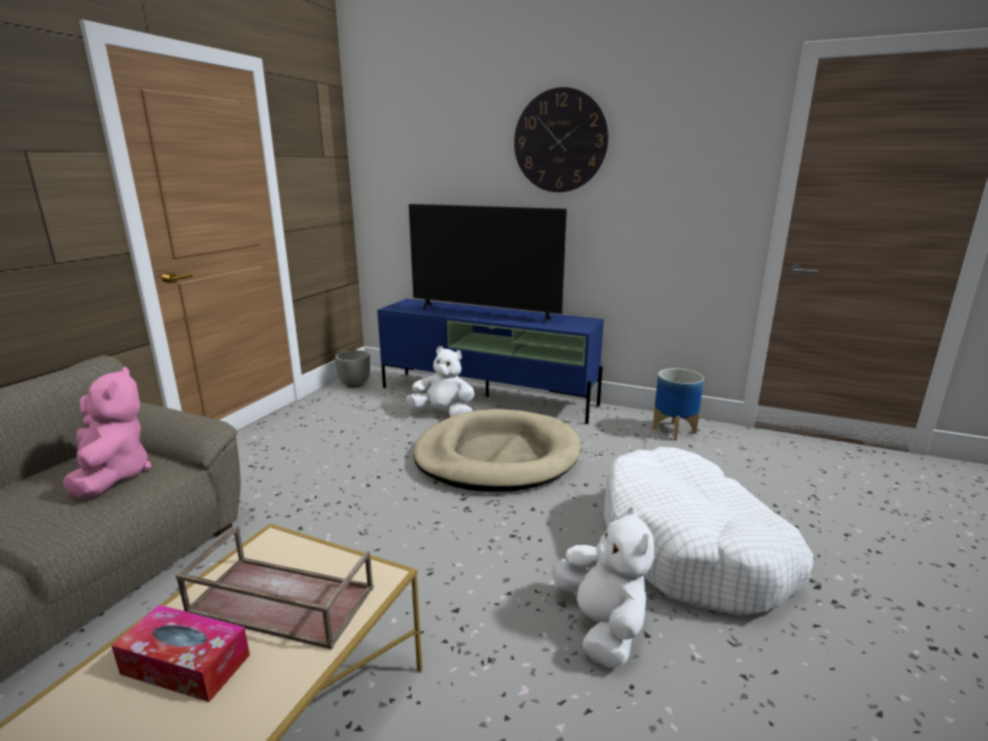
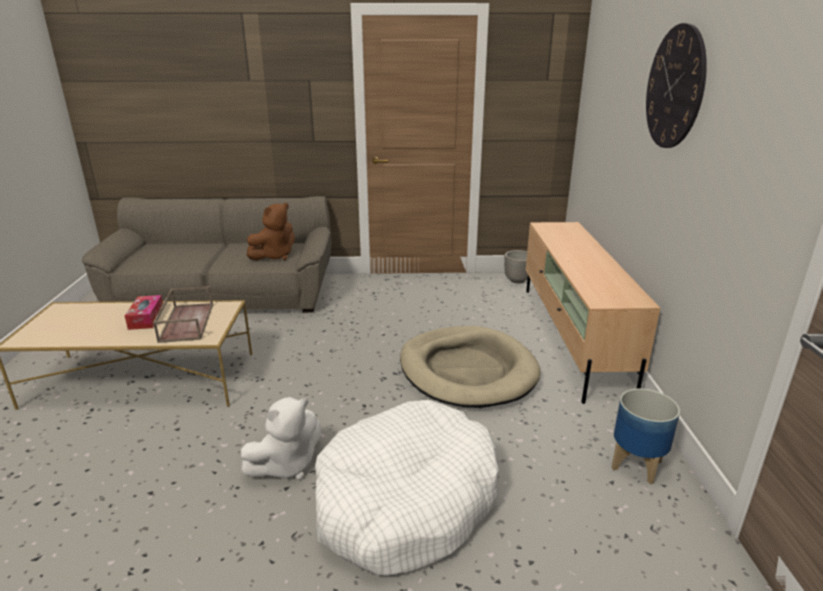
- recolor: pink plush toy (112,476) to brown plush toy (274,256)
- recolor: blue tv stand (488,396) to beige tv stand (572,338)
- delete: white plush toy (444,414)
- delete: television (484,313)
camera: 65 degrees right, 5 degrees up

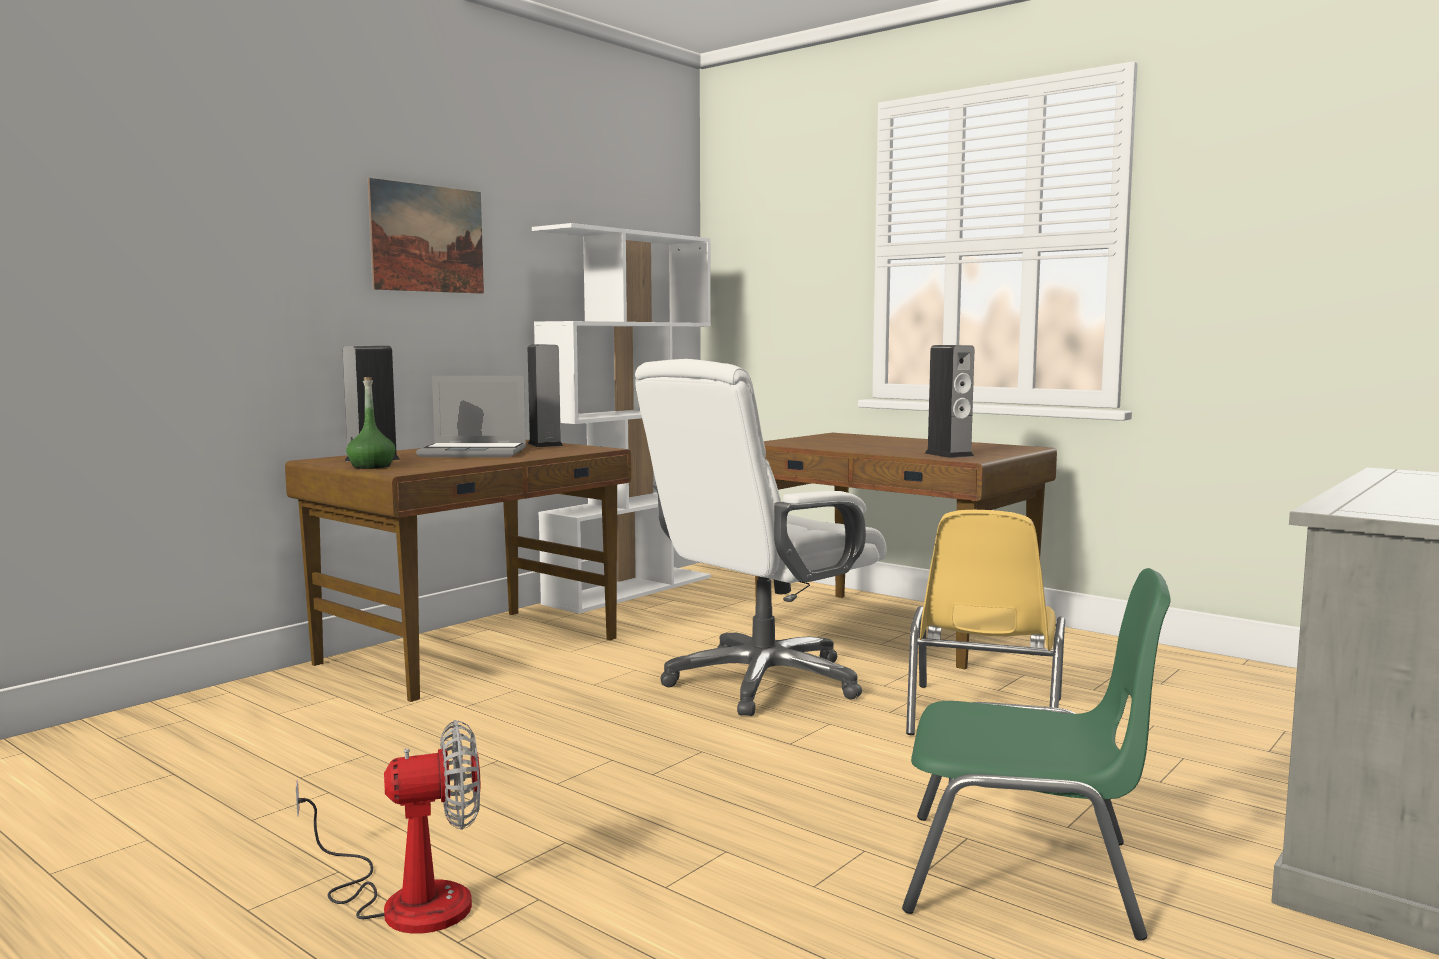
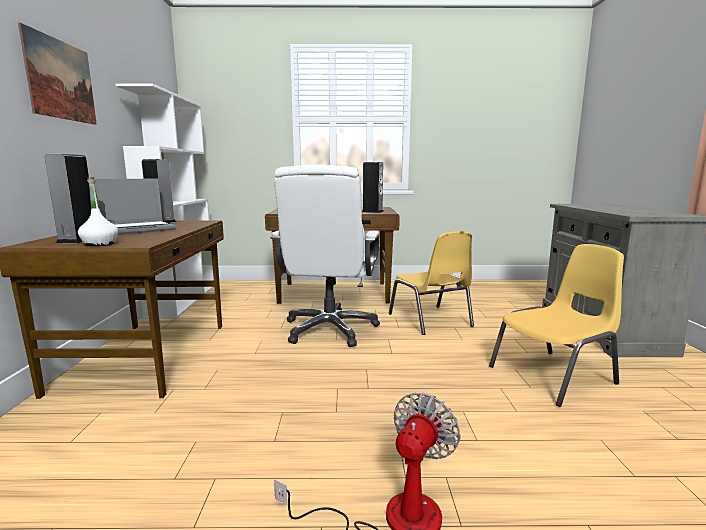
- recolor: green bottle (371,466) to white bottle (100,244)
- recolor: green chair (1024,875) to yellow chair (554,375)
camera: 40 degrees left, 5 degrees up

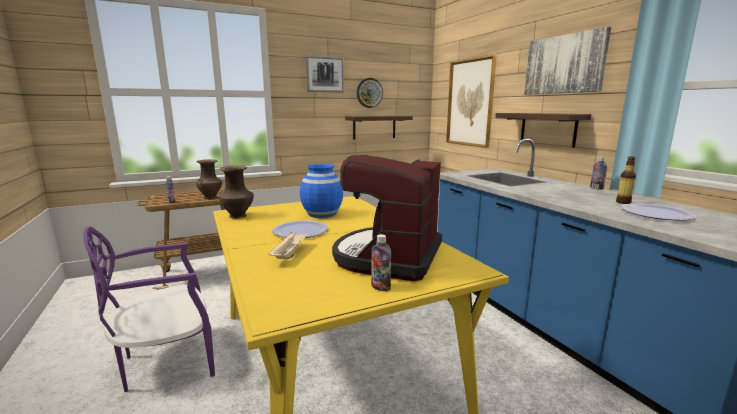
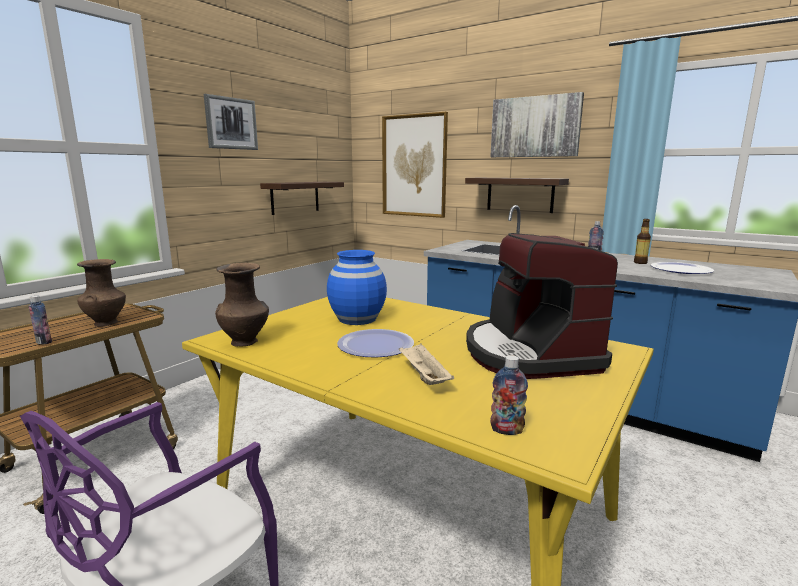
- move: bottle (380,287) to (506,430)
- delete: wall clock (369,93)
camera: 30 degrees left, 0 degrees up

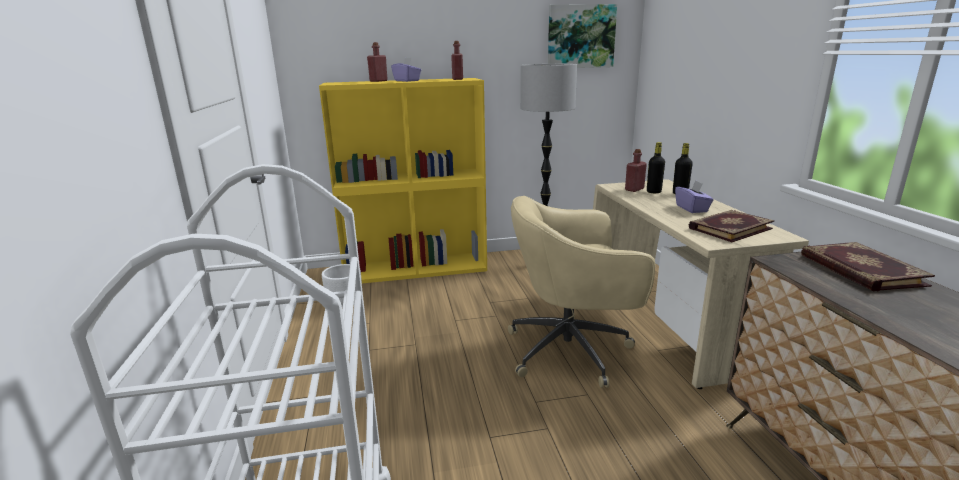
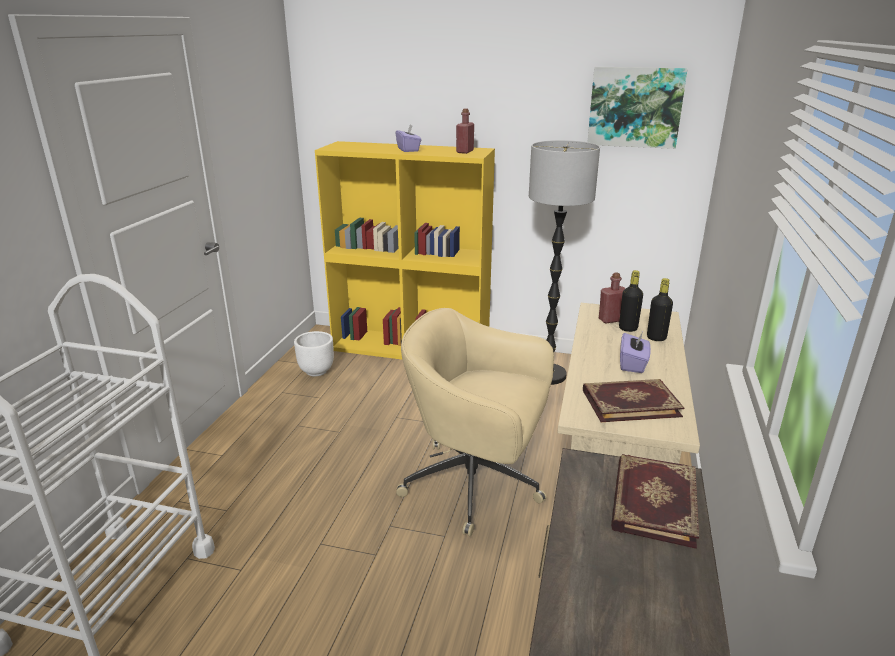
- delete: red bottle (378,81)
camera: 25 degrees right, 5 degrees up

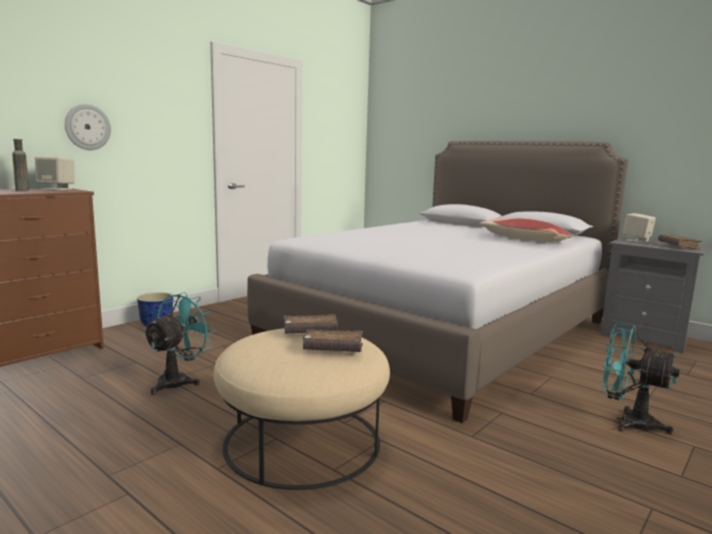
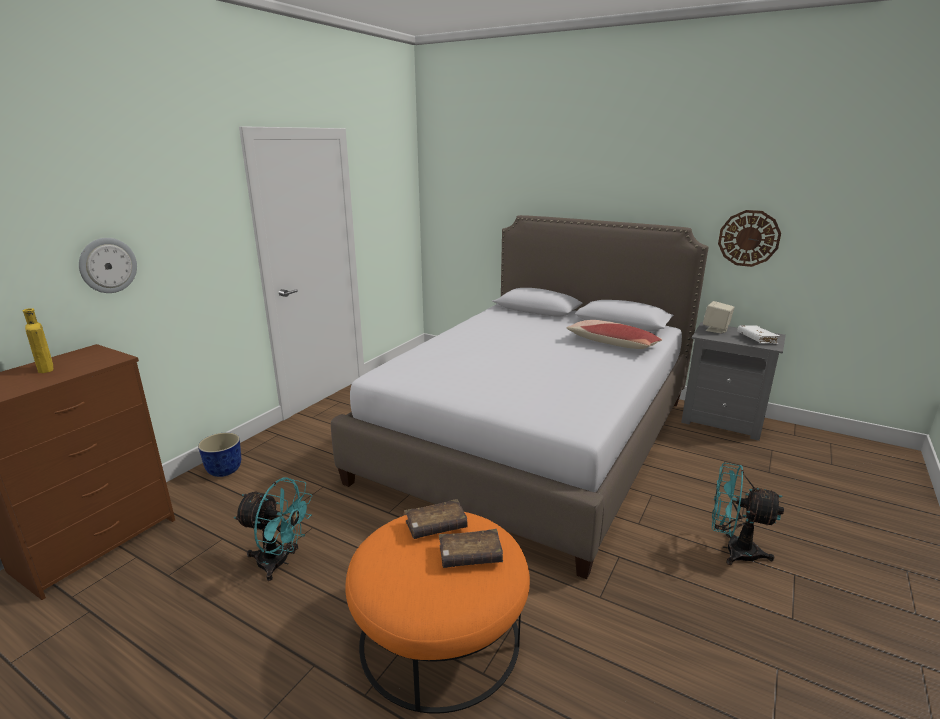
- recolor: brown bottle (22,190) to yellow bottle (46,369)
- rotate: turquoise fan (179,381) = (280,562) 90 degrees clockwise
- recolor: beige ottoman (302,441) to orange ottoman (439,637)
- insert: wall clock (748,238)
- recolor: brown book (678,246) to white book (756,339)
- delete: beige speaker (57,189)
camera: 10 degrees left, 10 degrees up

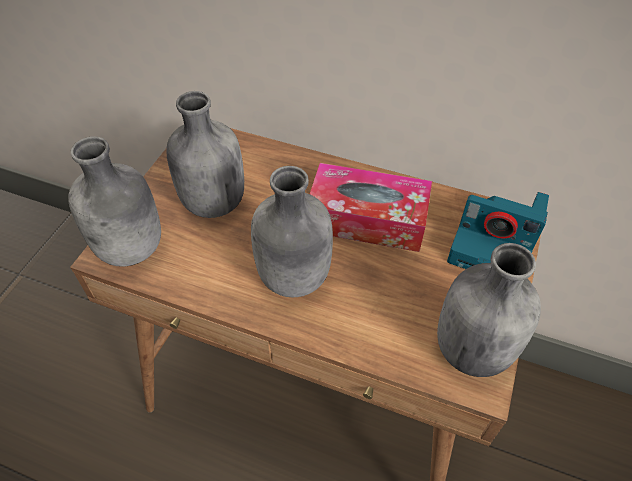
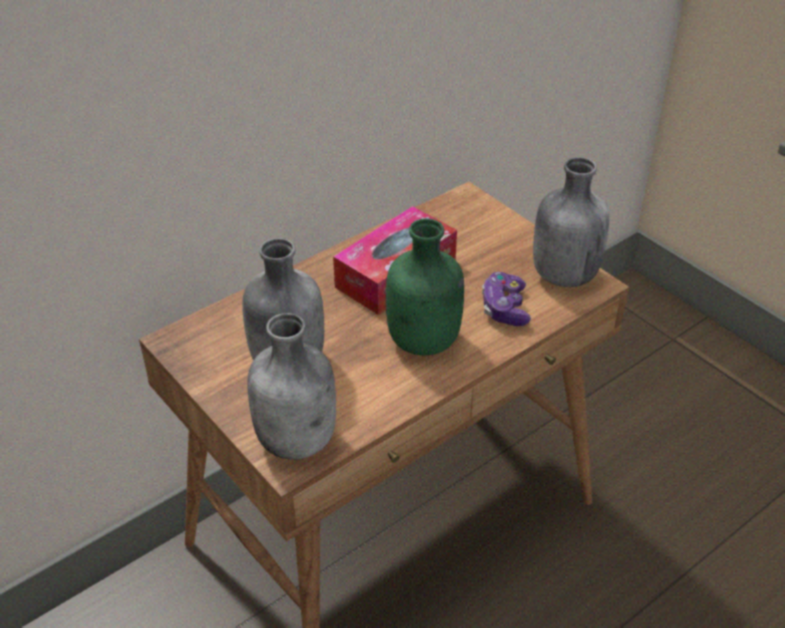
- recolor: grey bottle (294,278) to green bottle (425,342)
- insert: game controller (504,308)
- delete: photo camera (494,245)
camera: 60 degrees left, 10 degrees down

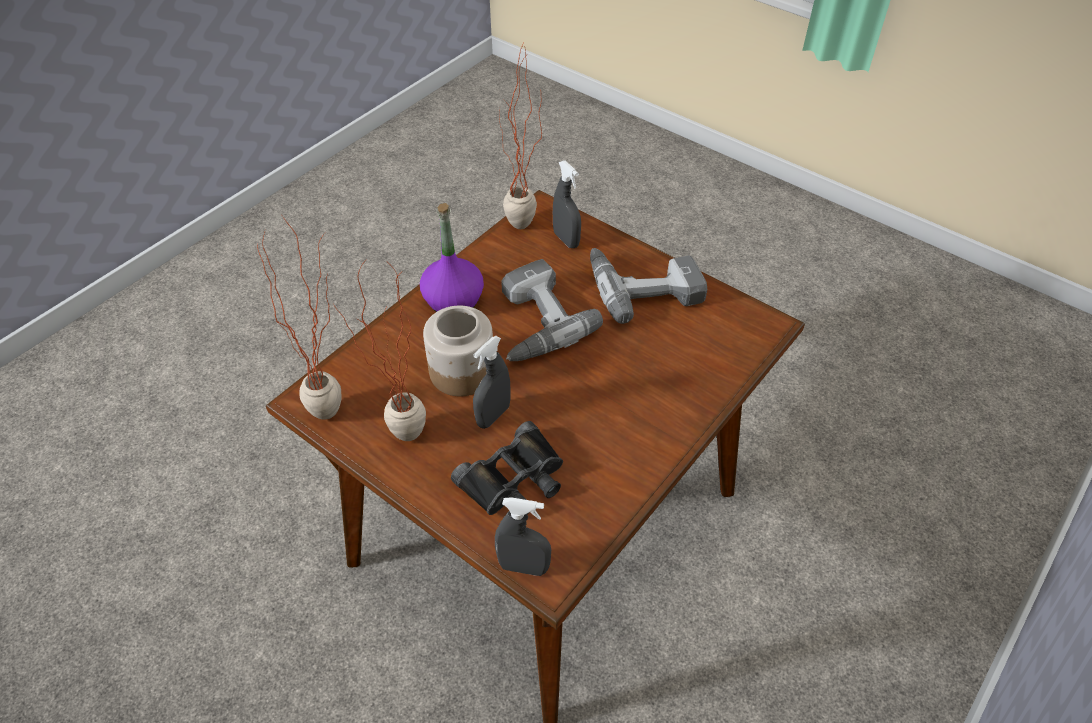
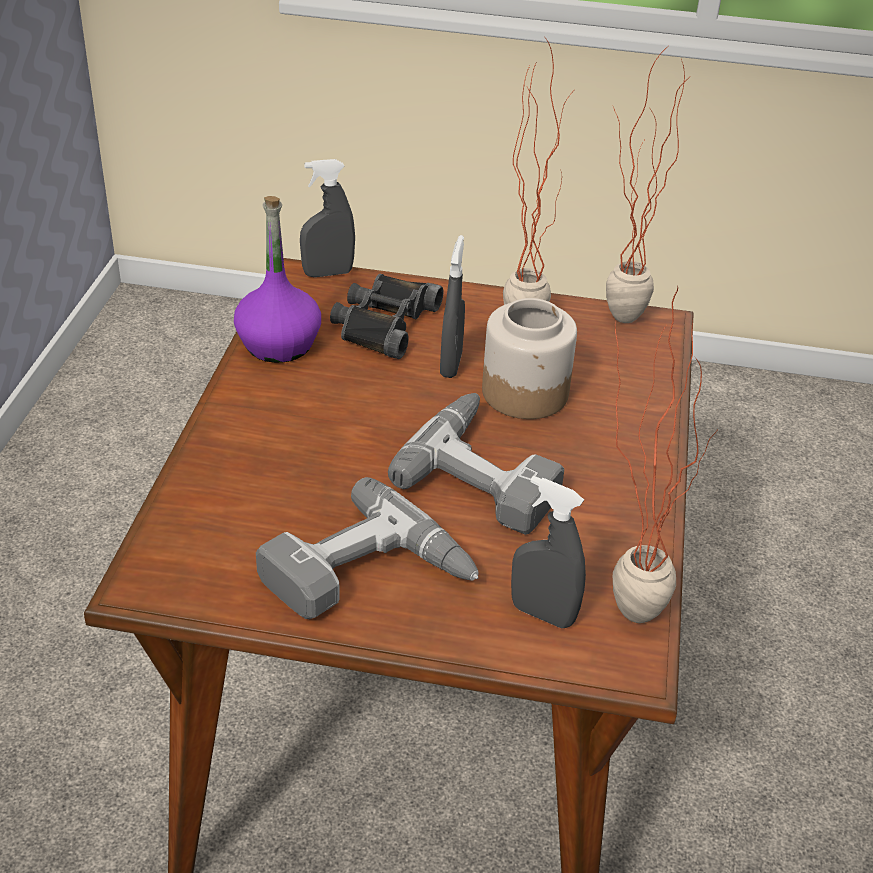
- move: purple bottle (453,300) to (279,344)
camera: 150 degrees right, 10 degrees down

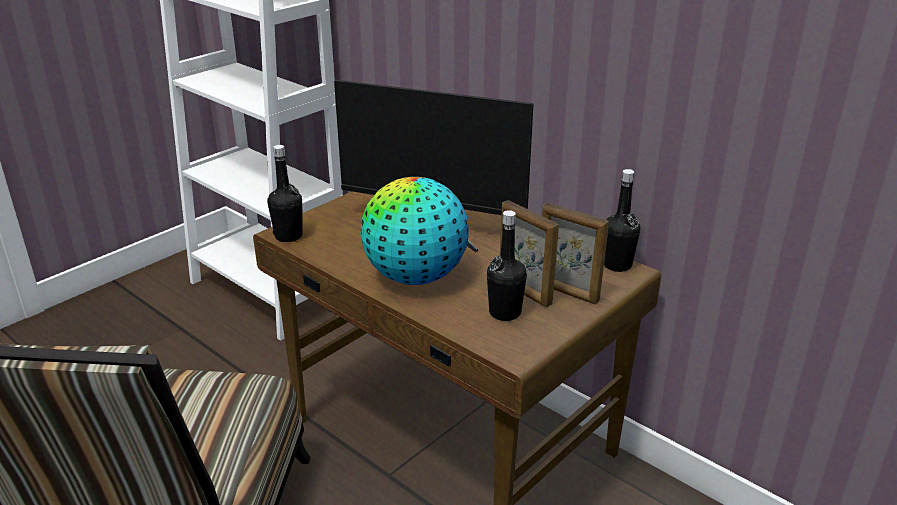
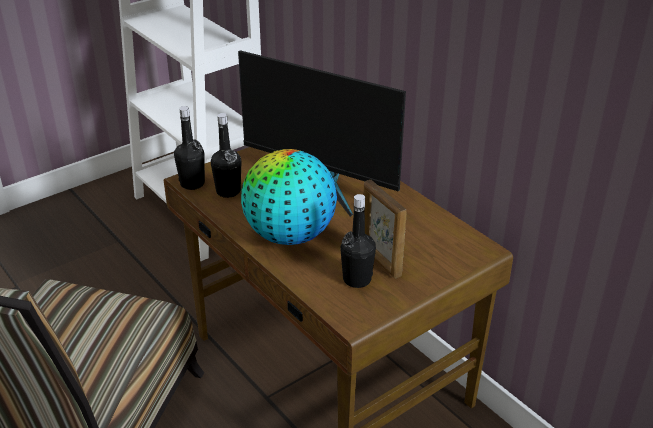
- move: black bottle (617,265) to (228,191)
- delete: picture frame (567,292)
camera: 10 degrees right, 5 degrees up

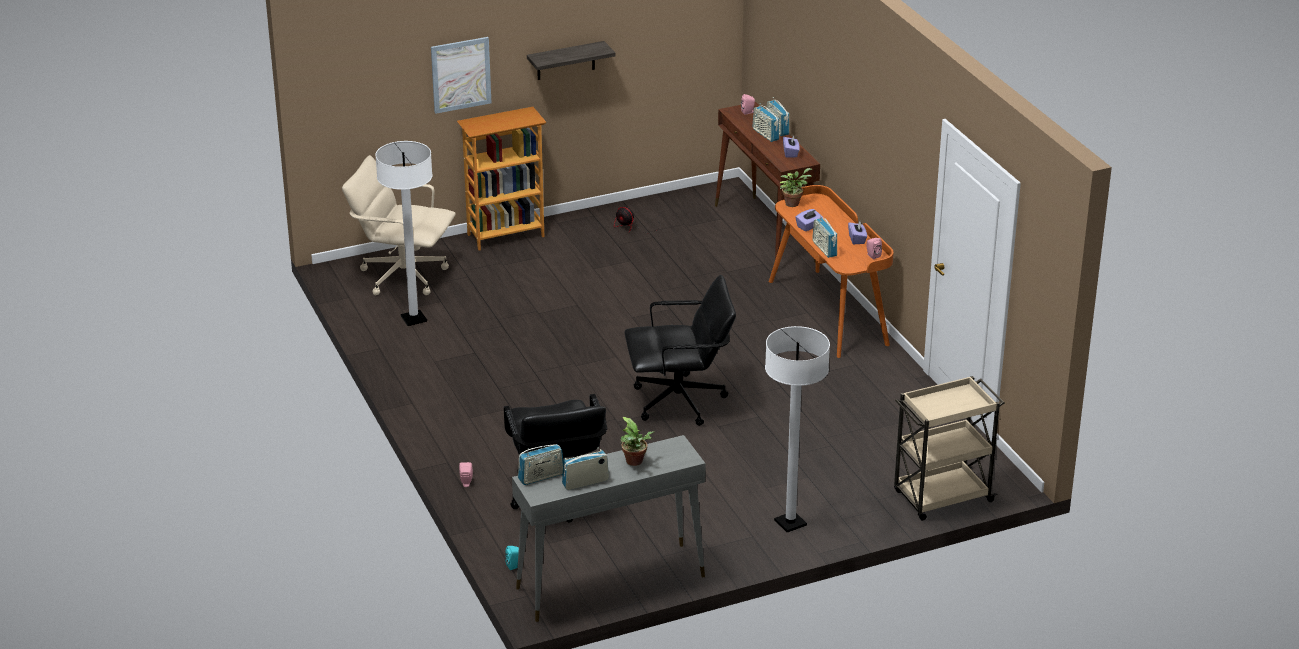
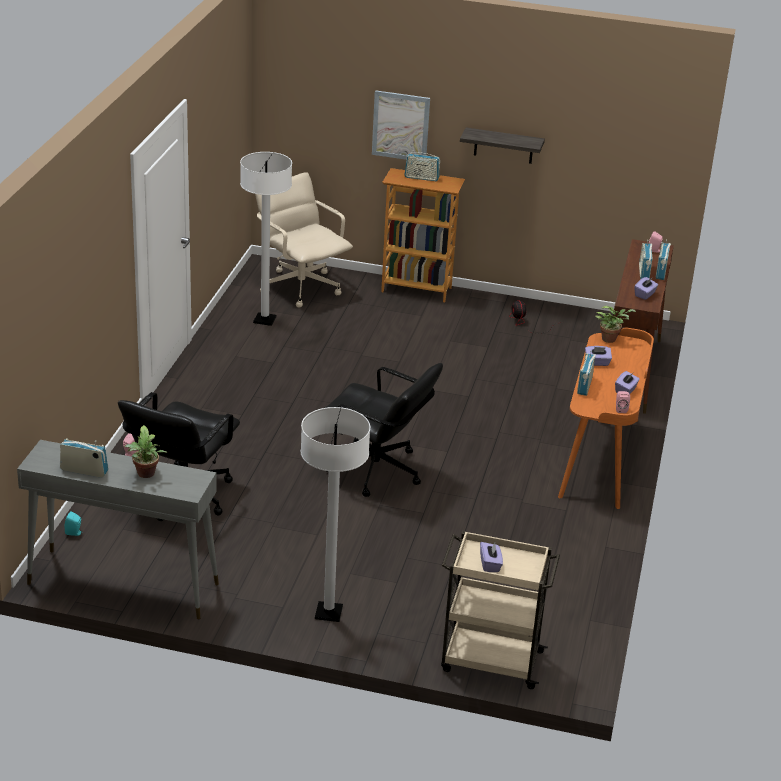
- move: radio (541,477) to (421,178)
- insert: purple tissue box (490,564)
camera: 35 degrees right, 0 degrees up

